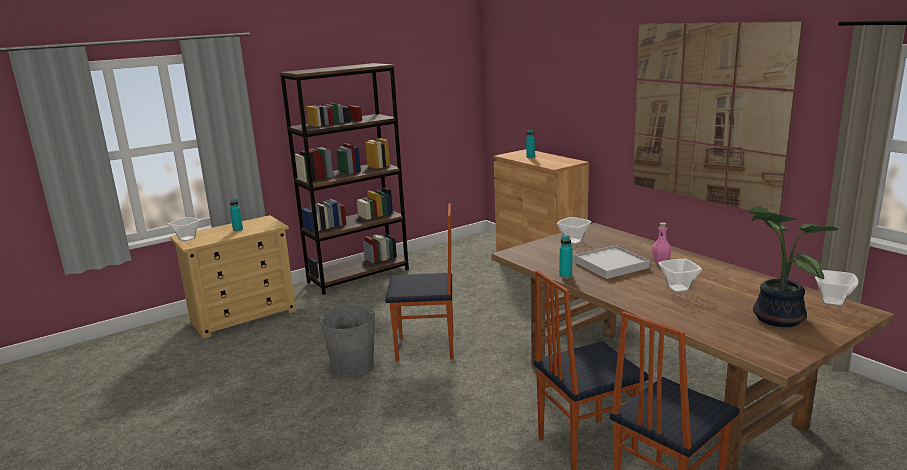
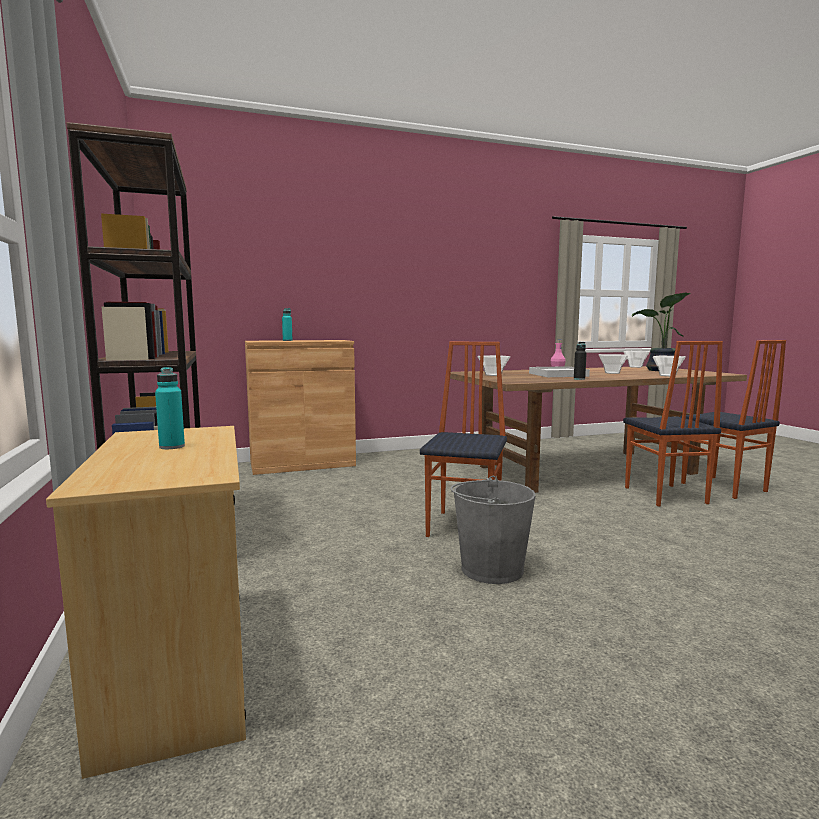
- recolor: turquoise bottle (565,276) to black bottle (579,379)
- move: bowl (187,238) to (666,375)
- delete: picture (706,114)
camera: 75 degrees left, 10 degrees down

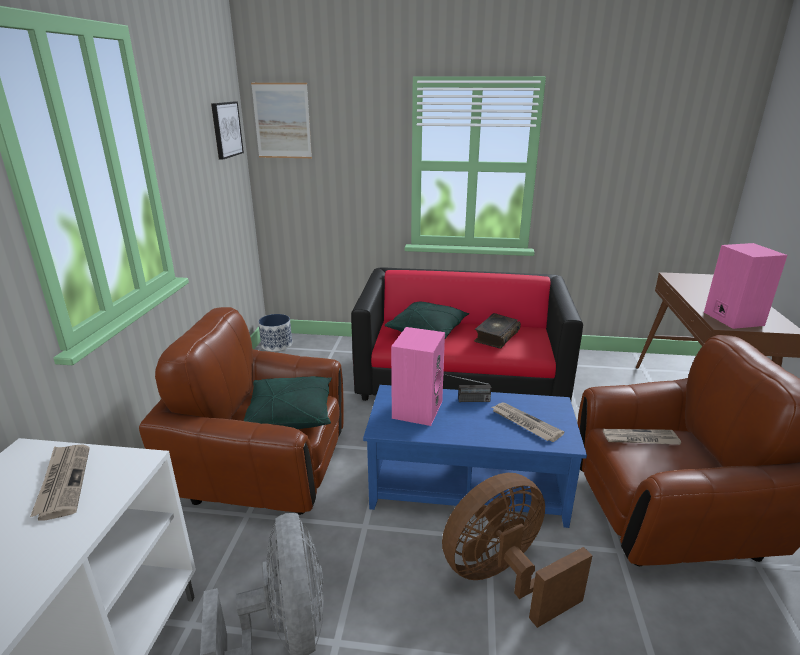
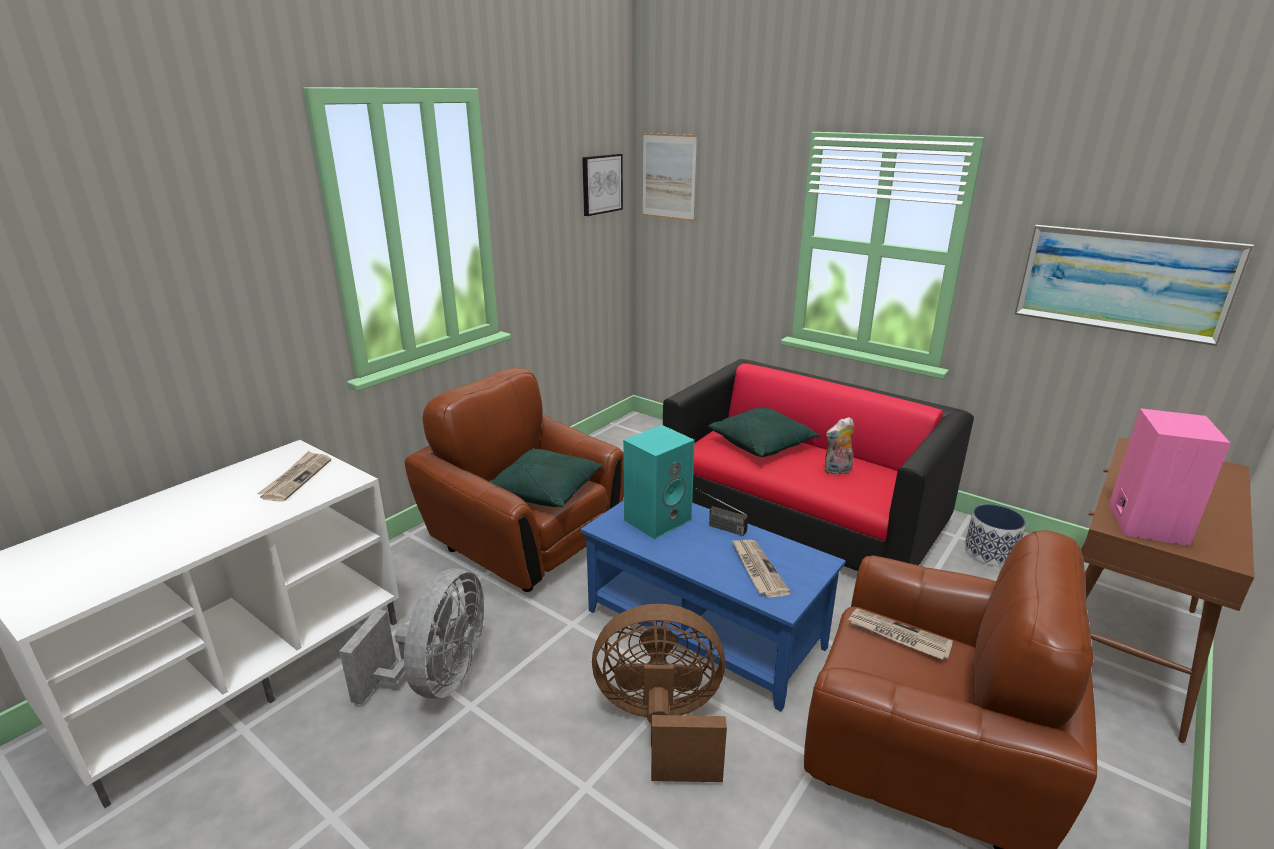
- recolor: pink speaker (416,409) to turquoise speaker (658,519)
- replace: book (496,336) to plush toy (837,471)
- move: planter (277,345) to (990,553)
- insert: picture (1123,281)
camera: 30 degrees right, 0 degrees up

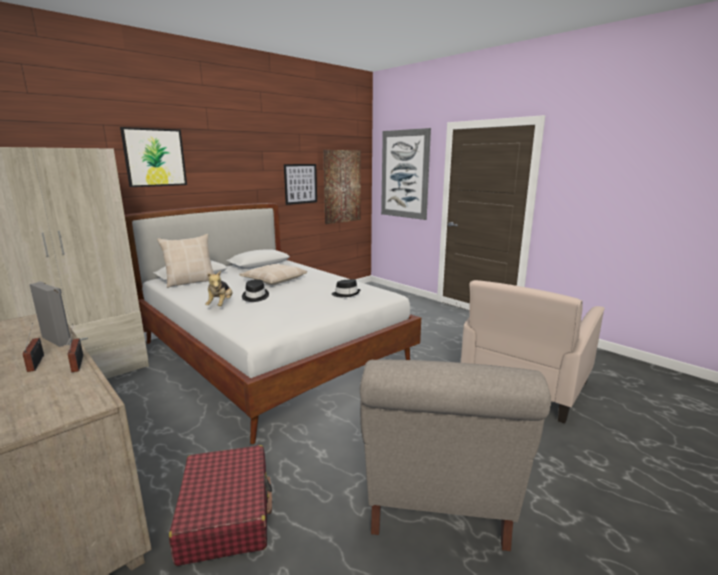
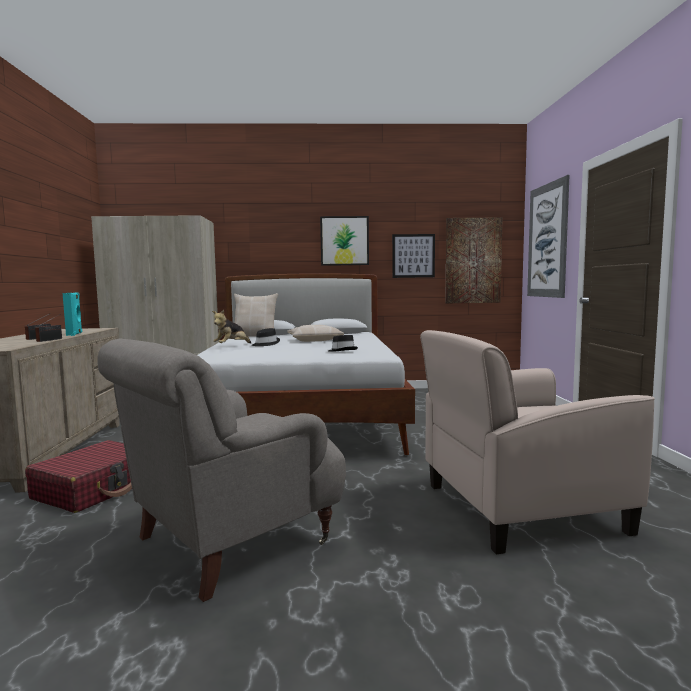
- recolor: grey speaker (58,340) to turquoise speaker (75,334)
- move: picture (154,157) to (344,241)
camera: 40 degrees right, 10 degrees down

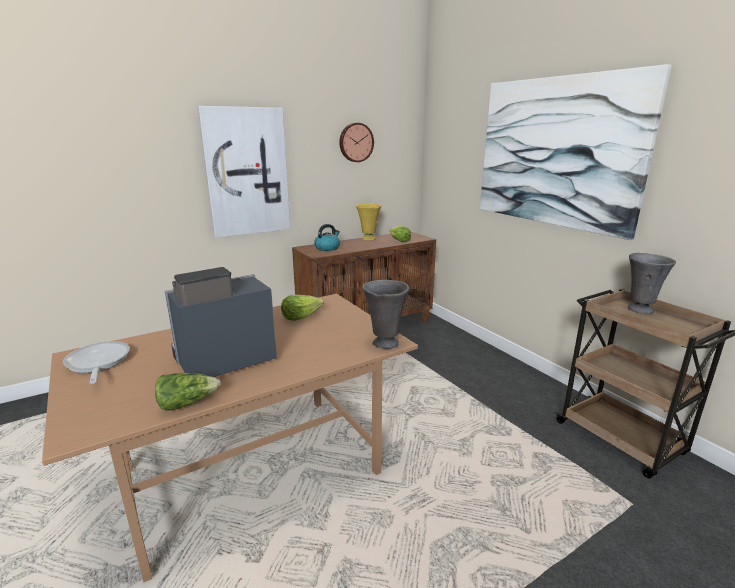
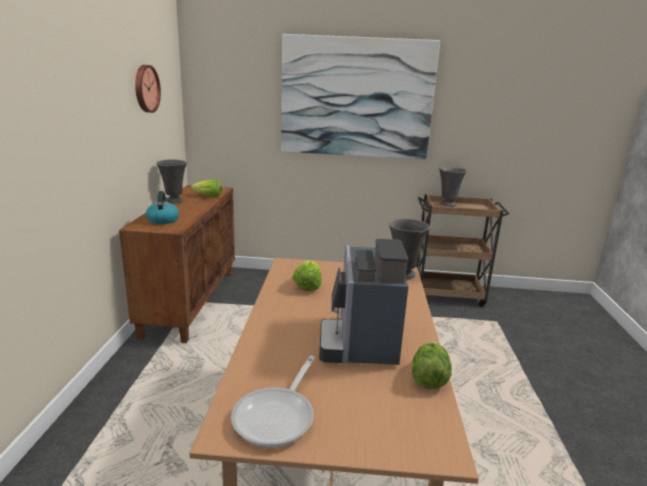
- recolor: yellow vase (368,239) to grey vase (174,201)
- rotate: frying pan (97,364) = (277,416) 75 degrees counterclockwise
- delete: picture (247,172)
camera: 55 degrees left, 0 degrees up

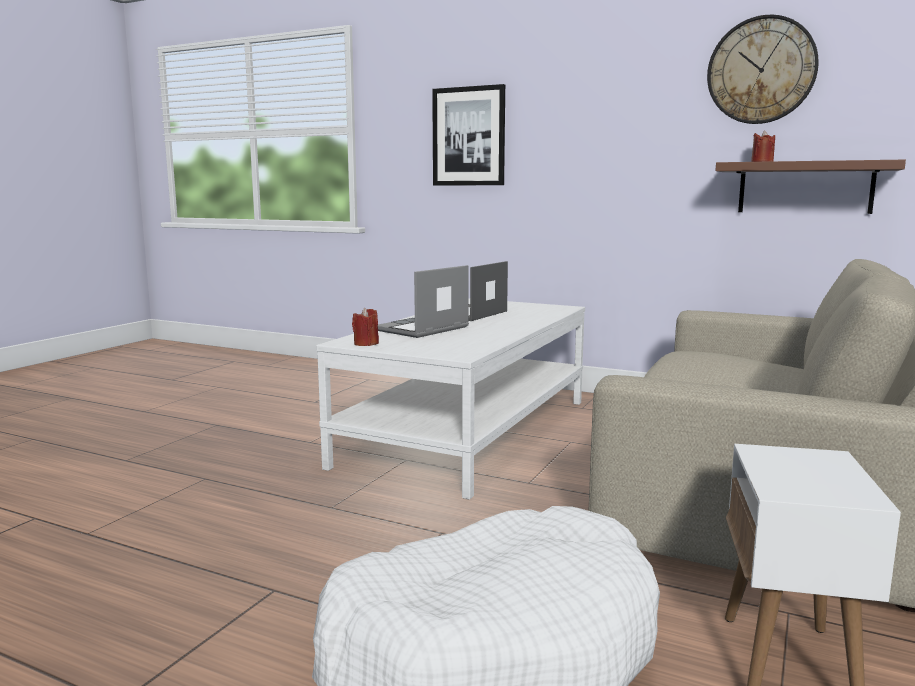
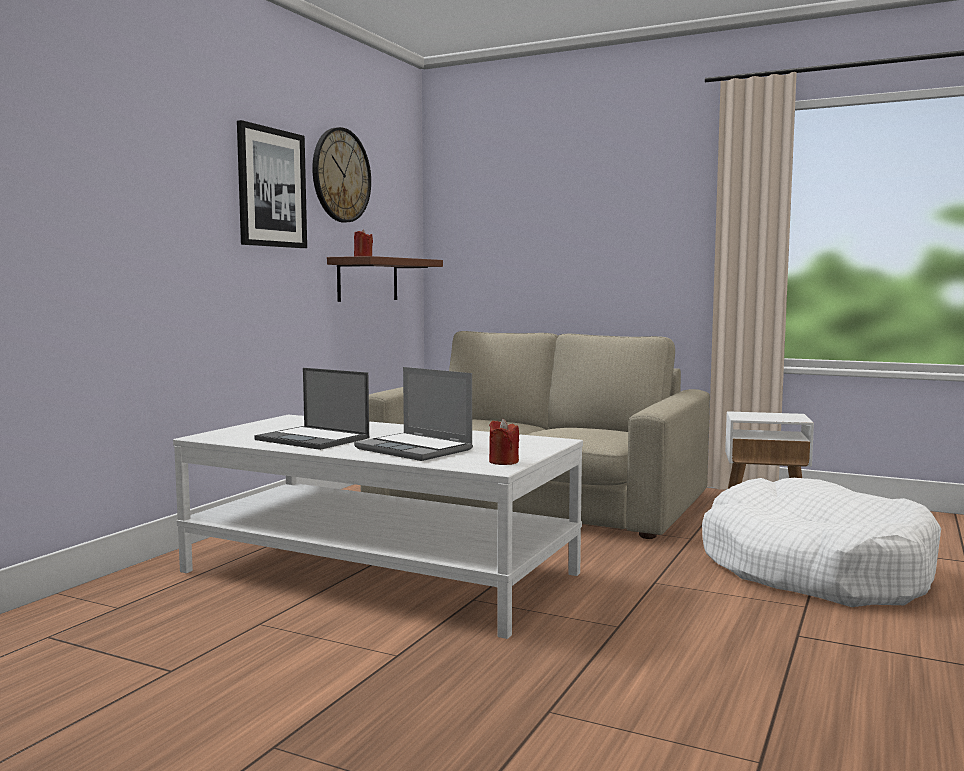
- move: picture (469,136) to (271,188)
camera: 90 degrees left, 5 degrees down

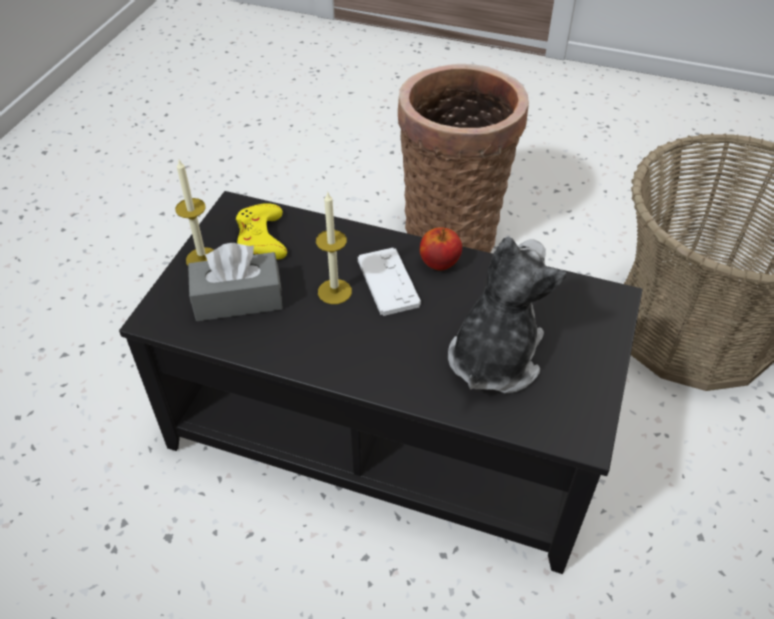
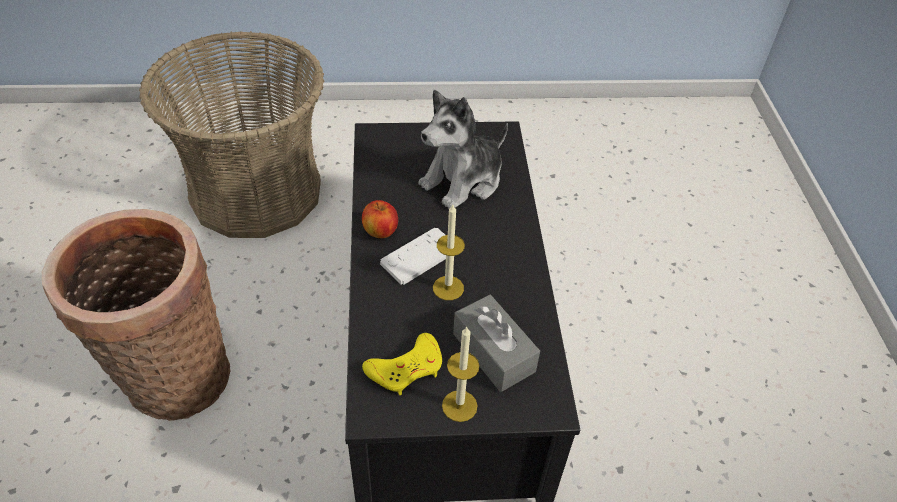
- rotate: plush toy (494,357) = (463,181) 45 degrees counterclockwise
camera: 115 degrees left, 0 degrees up

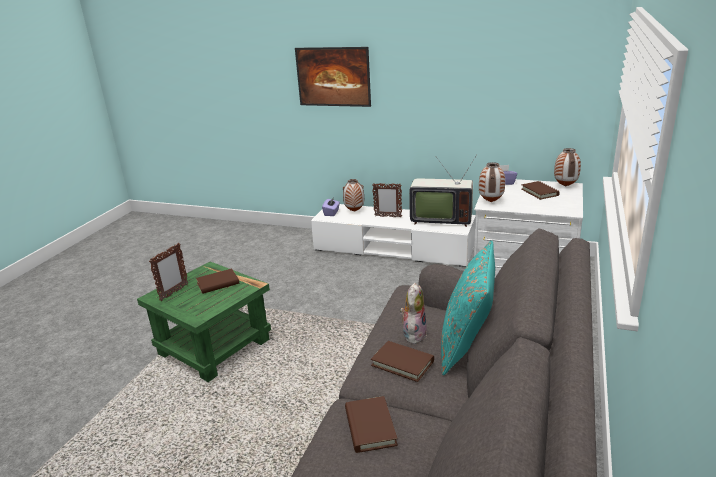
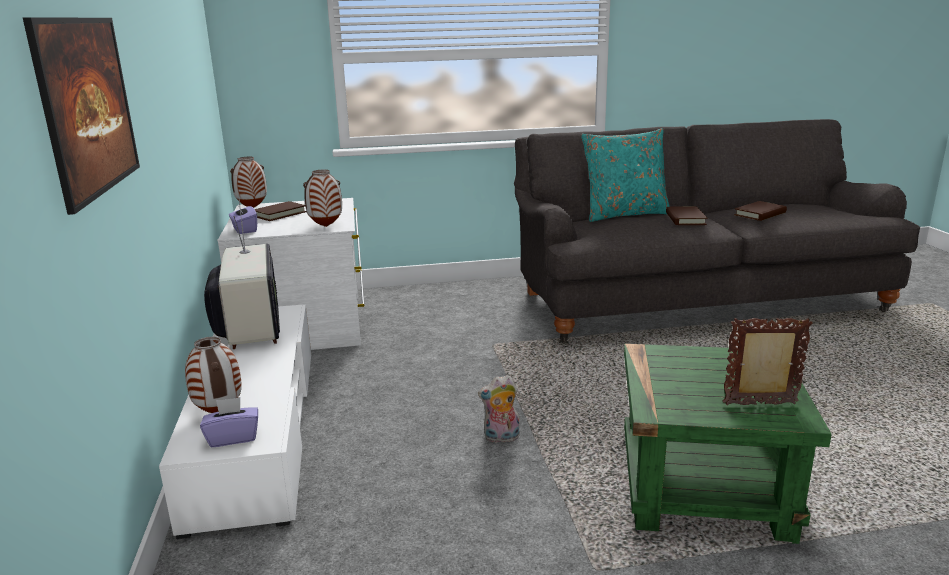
- move: plush toy (413,334) to (501,438)
- delete: brown book (218,283)
- delete: picture frame (387,216)
camera: 120 degrees left, 5 degrees down

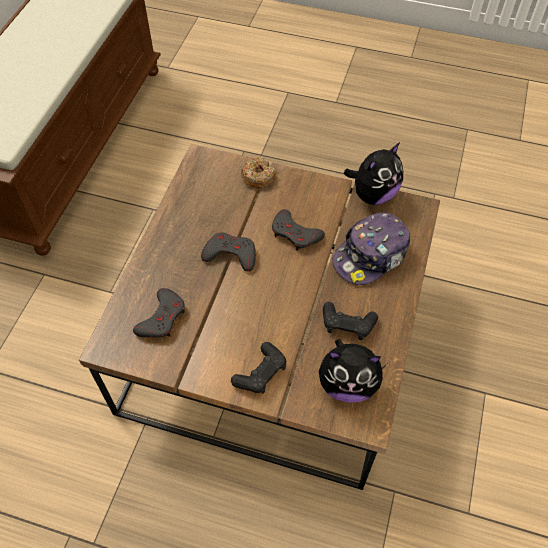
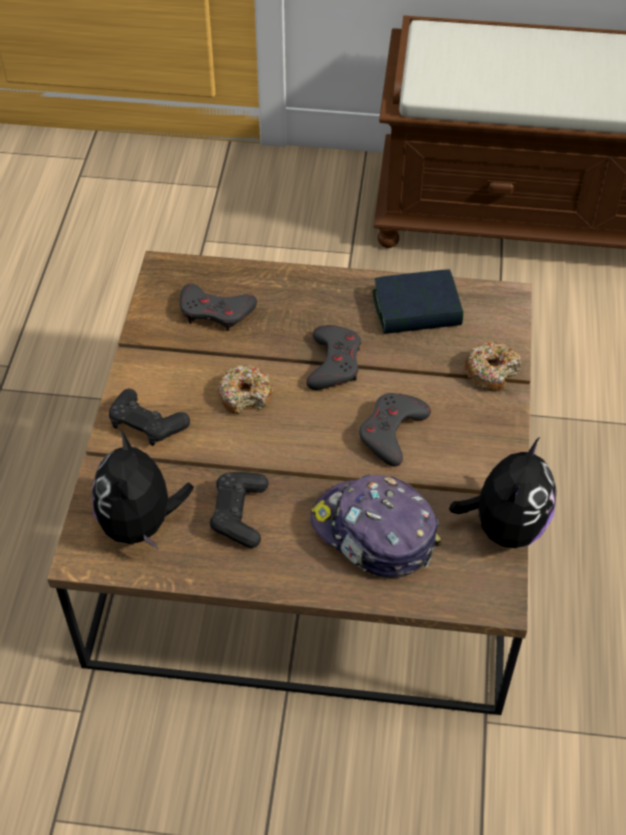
- insert: donut (245,395)
- insert: book (416,309)
- rotate: plush toy (373,194) = (505,526) 105 degrees counterclockwise
camera: 80 degrees right, 5 degrees down

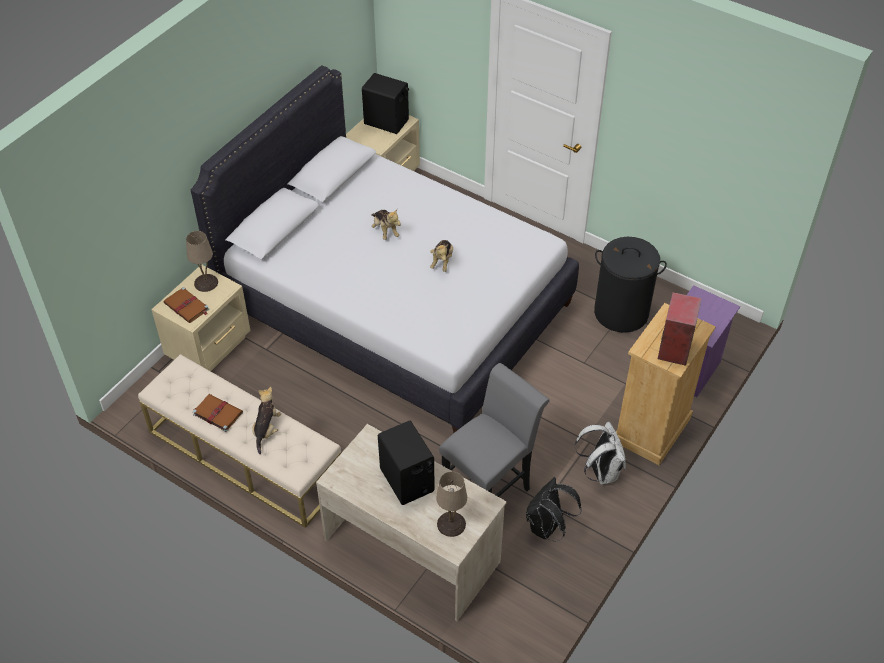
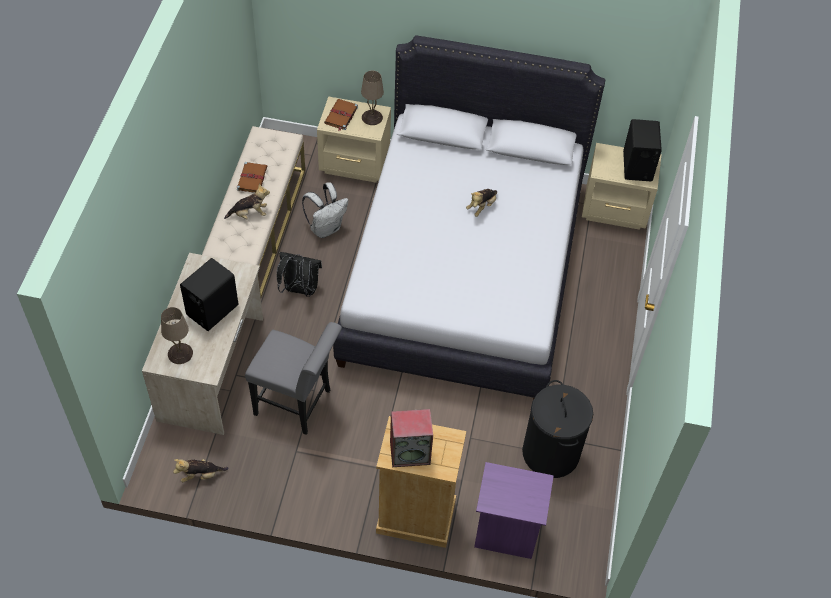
- move: plush toy (442,261) to (200,475)
- move: black backpack (547,528) to (299,290)
- move: white backpack (600,471) to (326,228)
camera: 65 degrees right, 5 degrees up

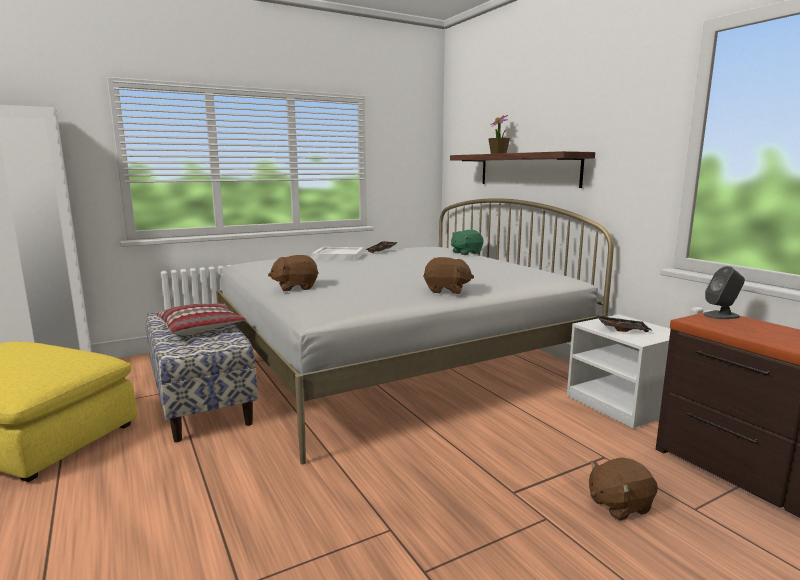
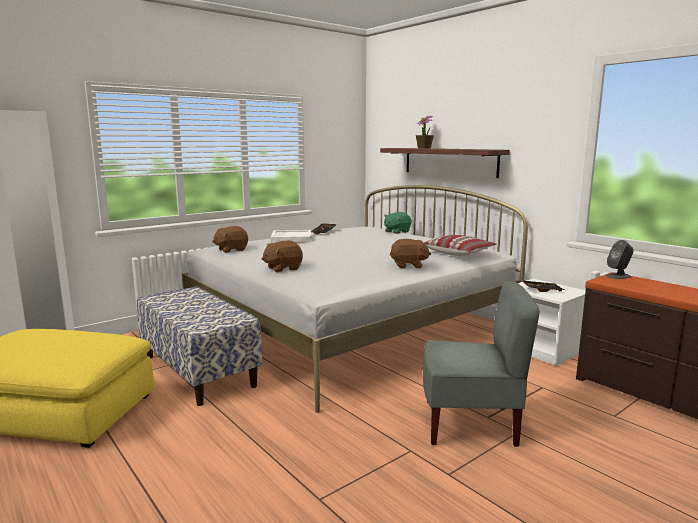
- move: brown plush toy (618,505) to (231,250)
- insert: grey chair (470,424)
- move: pillow (201,328) to (458,252)
camera: 10 degrees left, 0 degrees up

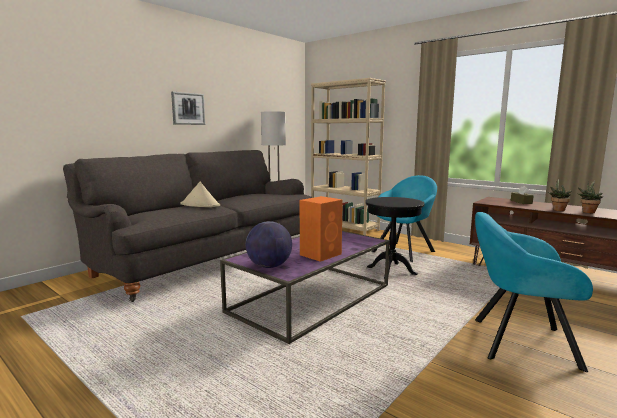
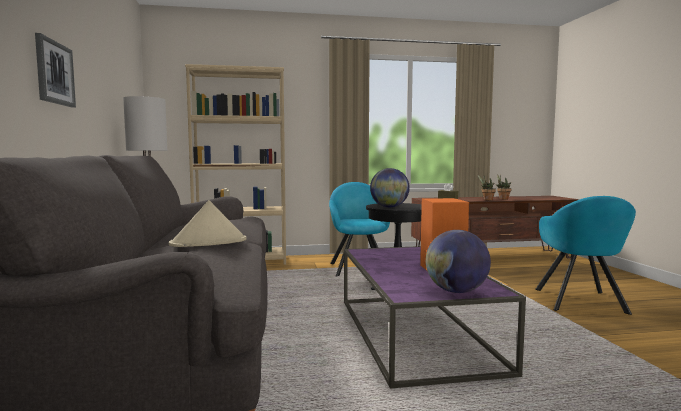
- insert: globe (389,207)
- rotate: turquoise armchair (517,341) = (581,302) 45 degrees counterclockwise
camera: 50 degrees left, 5 degrees down

